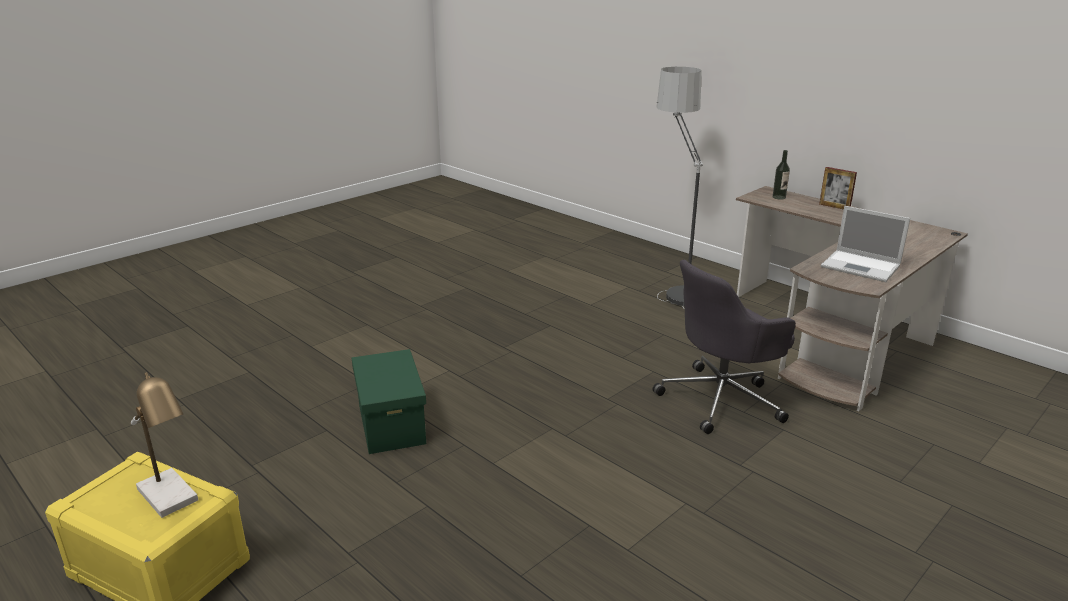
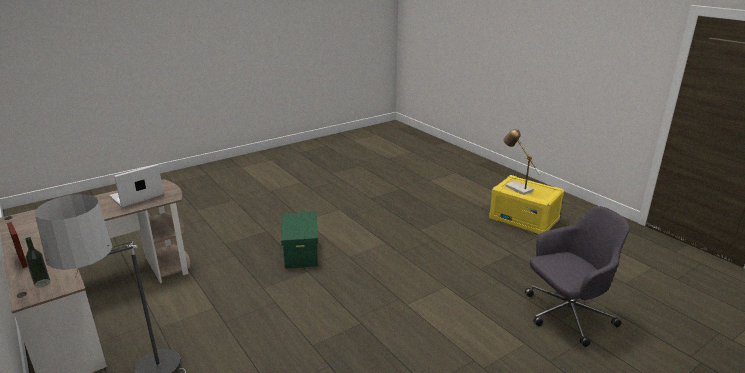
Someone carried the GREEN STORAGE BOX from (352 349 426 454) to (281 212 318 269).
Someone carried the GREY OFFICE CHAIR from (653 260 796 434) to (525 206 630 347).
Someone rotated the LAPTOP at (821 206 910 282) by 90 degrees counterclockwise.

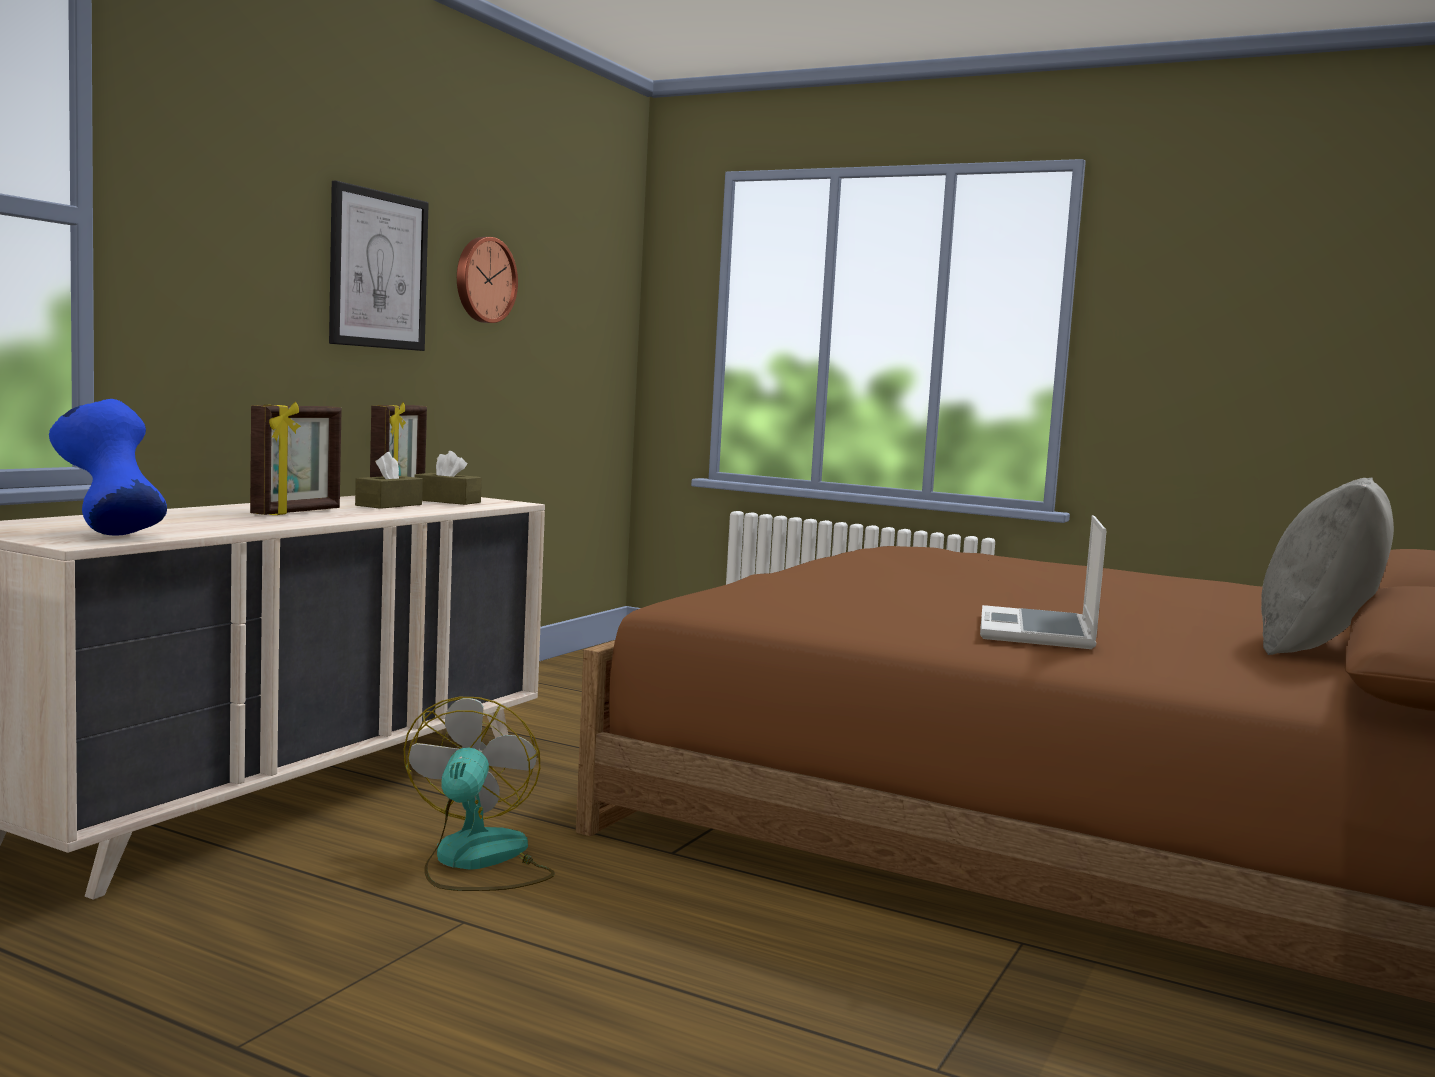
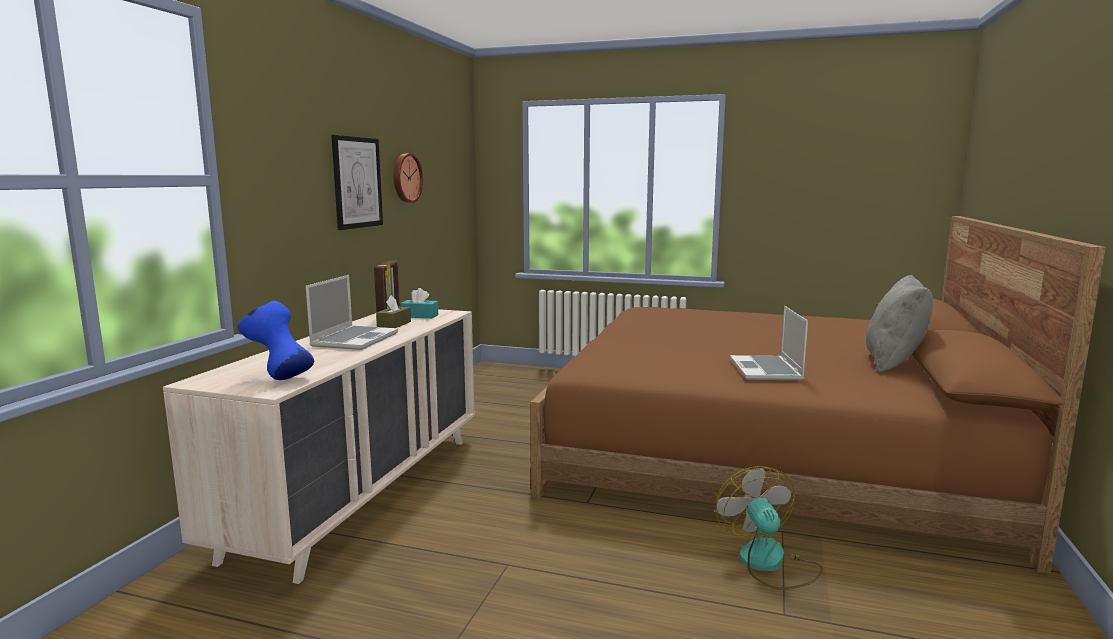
Someone swapped the PICTURE FRAME at (250 402 342 515) for the LAPTOP at (306 275 398 350).
Someone carried the FAN from (403 697 555 891) to (715 466 823 590).
Someone repainted the BROWN TISSUE BOX at (415 451 482 505), which became the TURQUOISE TISSUE BOX at (400 288 438 318).

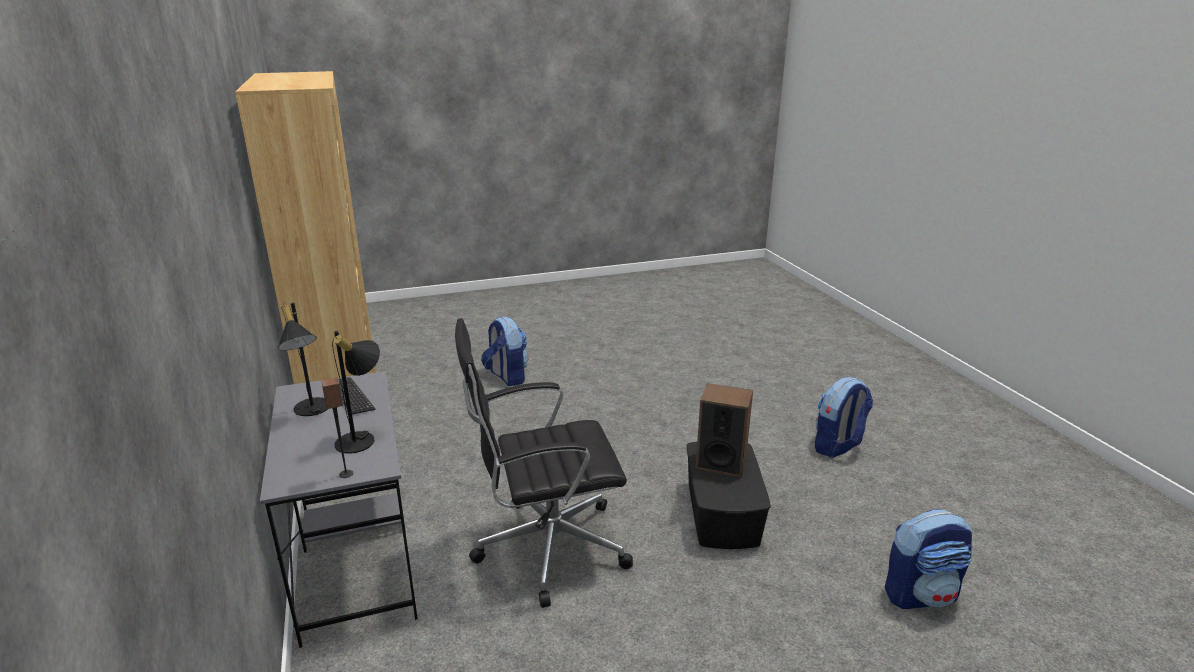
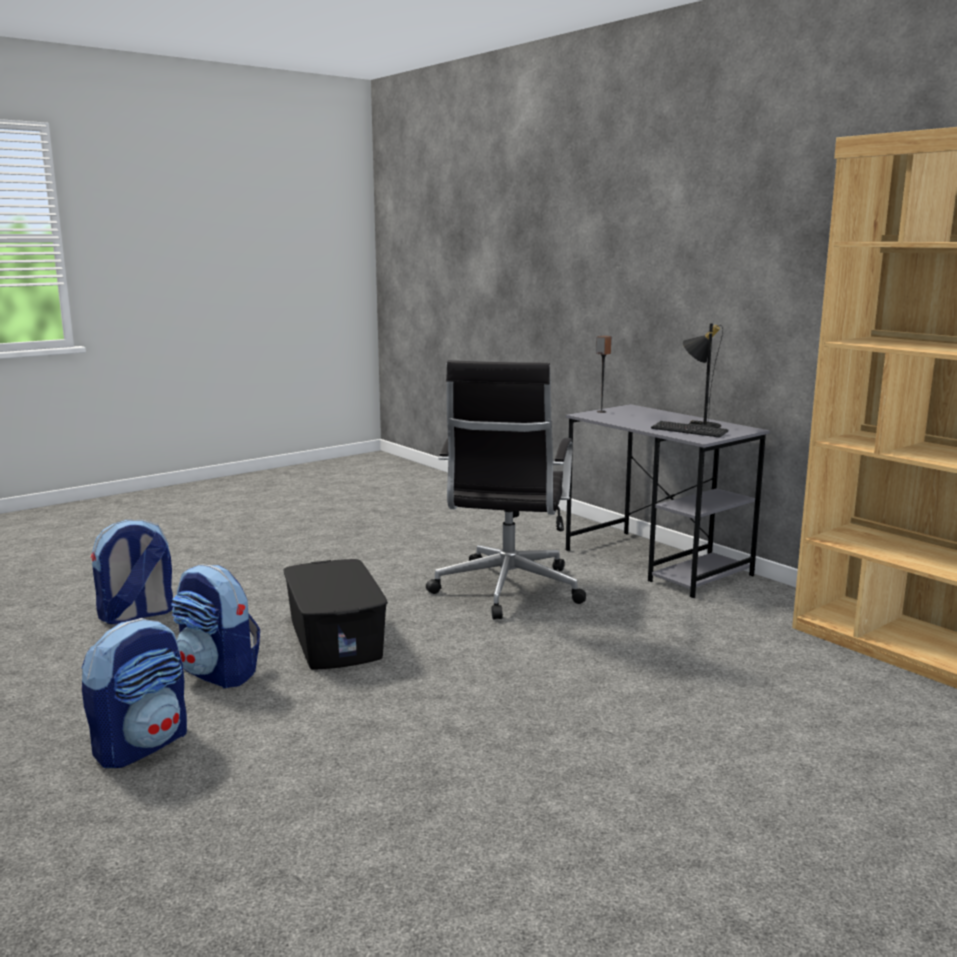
Someone took away the BLACK TABLE LAMP at (332 331 380 454).
Someone rotated the BLACK OFFICE CHAIR at (455 318 633 608) by 135 degrees clockwise.
Someone carried the BACKPACK from (481 317 528 386) to (171 564 260 688).
Someone took away the SPEAKER at (696 383 753 478).

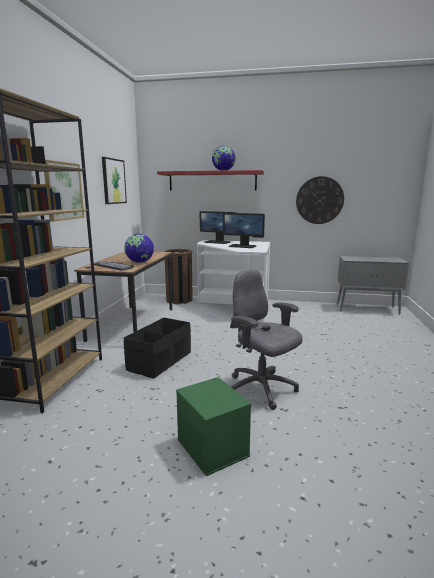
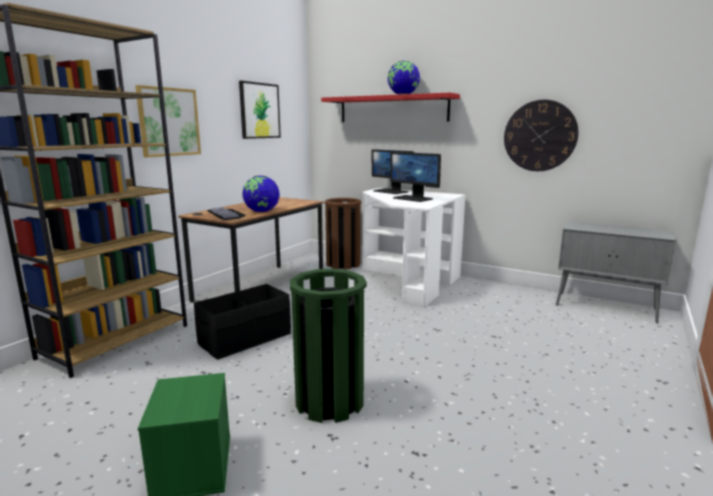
Someone swapped the GREY OFFICE CHAIR at (230 270 303 410) for the GREEN TRASH CAN at (290 268 367 423).

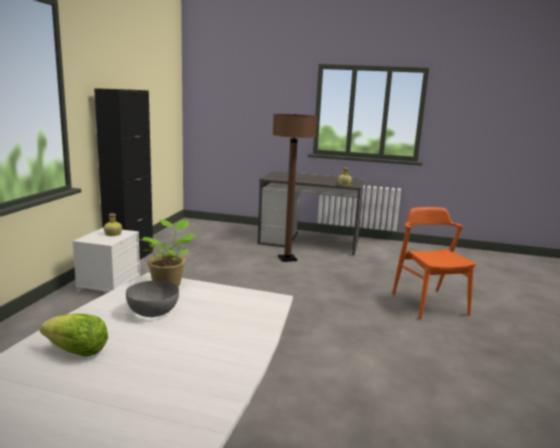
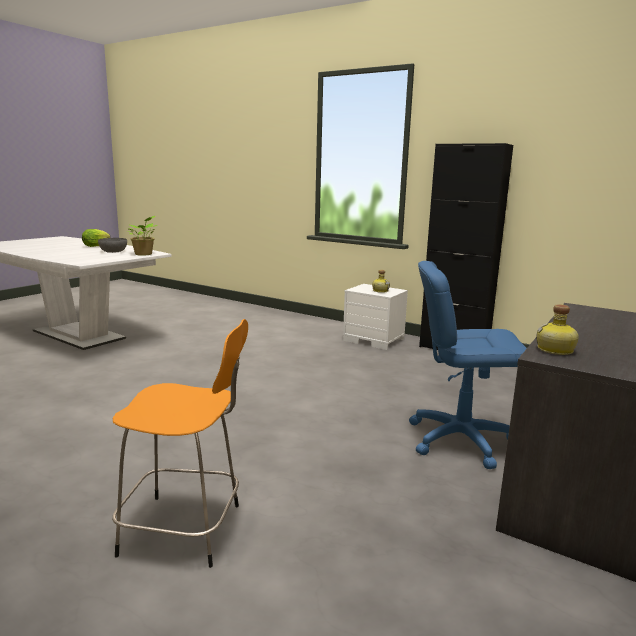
Someone swapped the BROWN FLOOR LAMP at (273 114 317 262) for the BLUE OFFICE CHAIR at (409 261 527 469).
Someone swapped the ORANGE CHAIR at (392 207 476 319) for the ORANGE STOOL at (112 319 248 568).

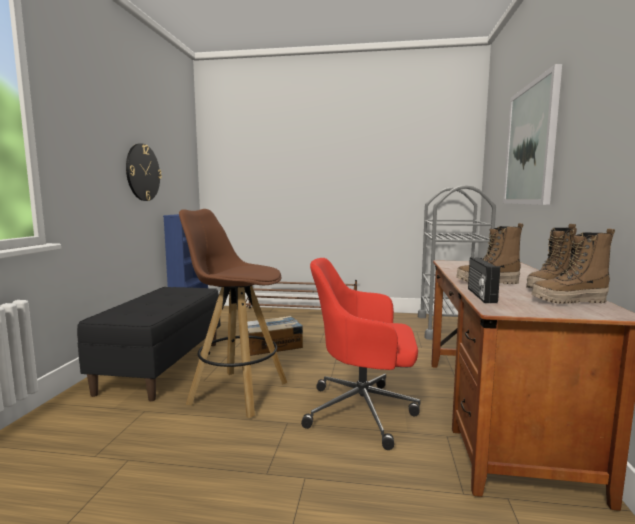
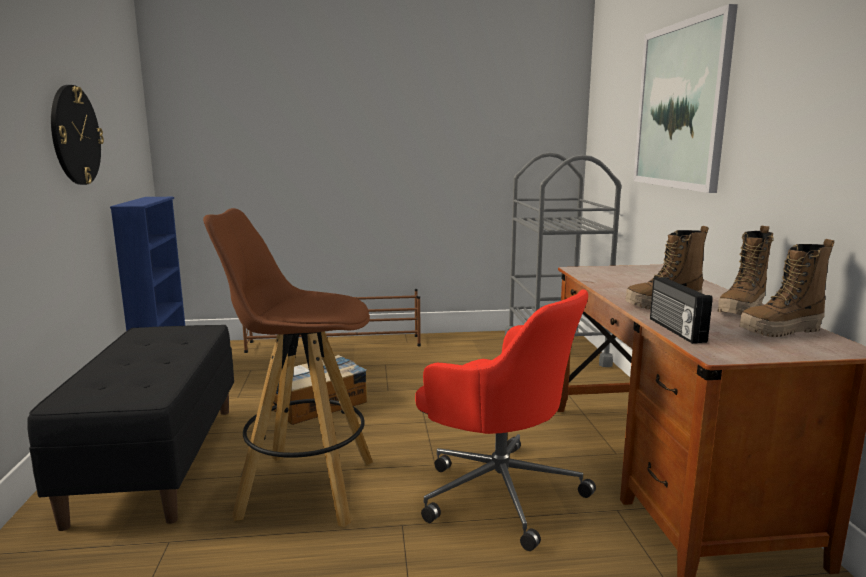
Someone rotated the RED OFFICE CHAIR at (301 258 420 450) by 135 degrees counterclockwise.

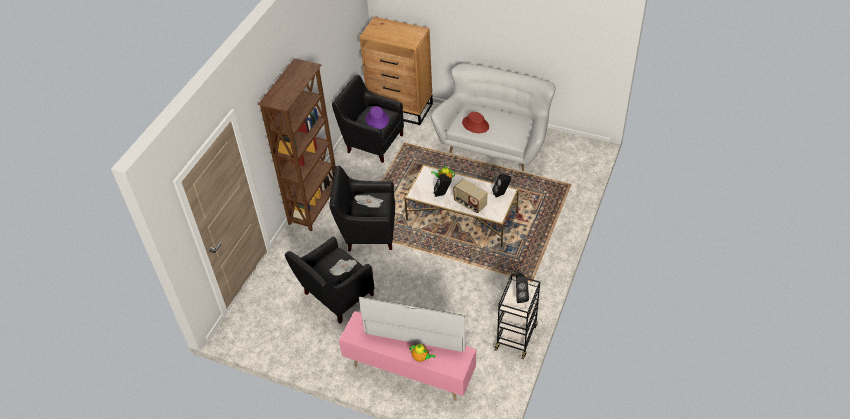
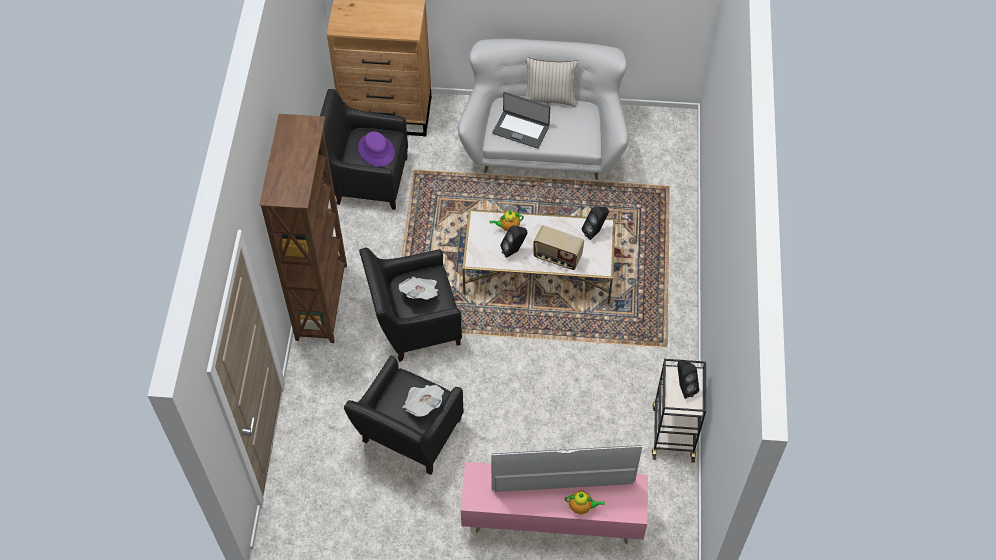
Someone swapped the RED HAT at (462 112 489 133) for the LAPTOP at (492 92 550 148).
Someone put down the BEIGE PILLOW at (524 57 580 107).

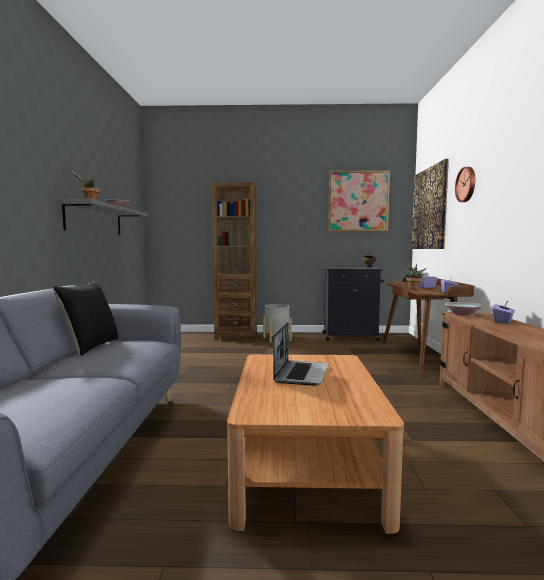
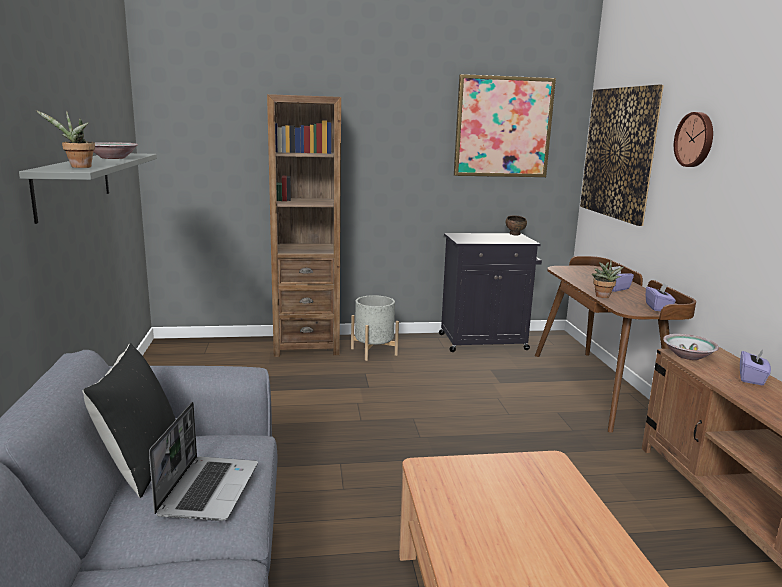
Someone carried the LAPTOP from (273 322 329 386) to (149 402 258 521).

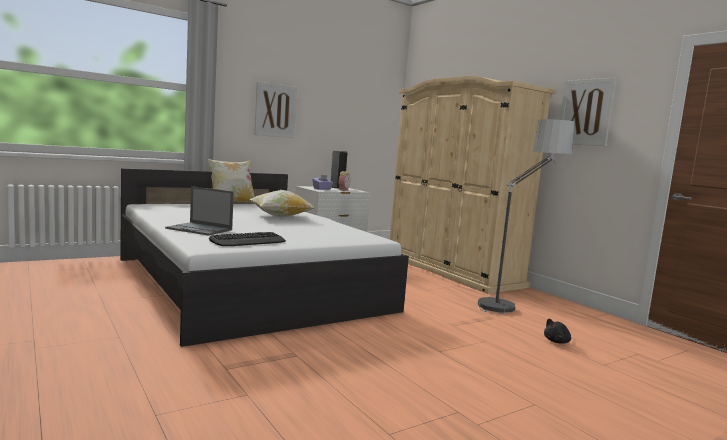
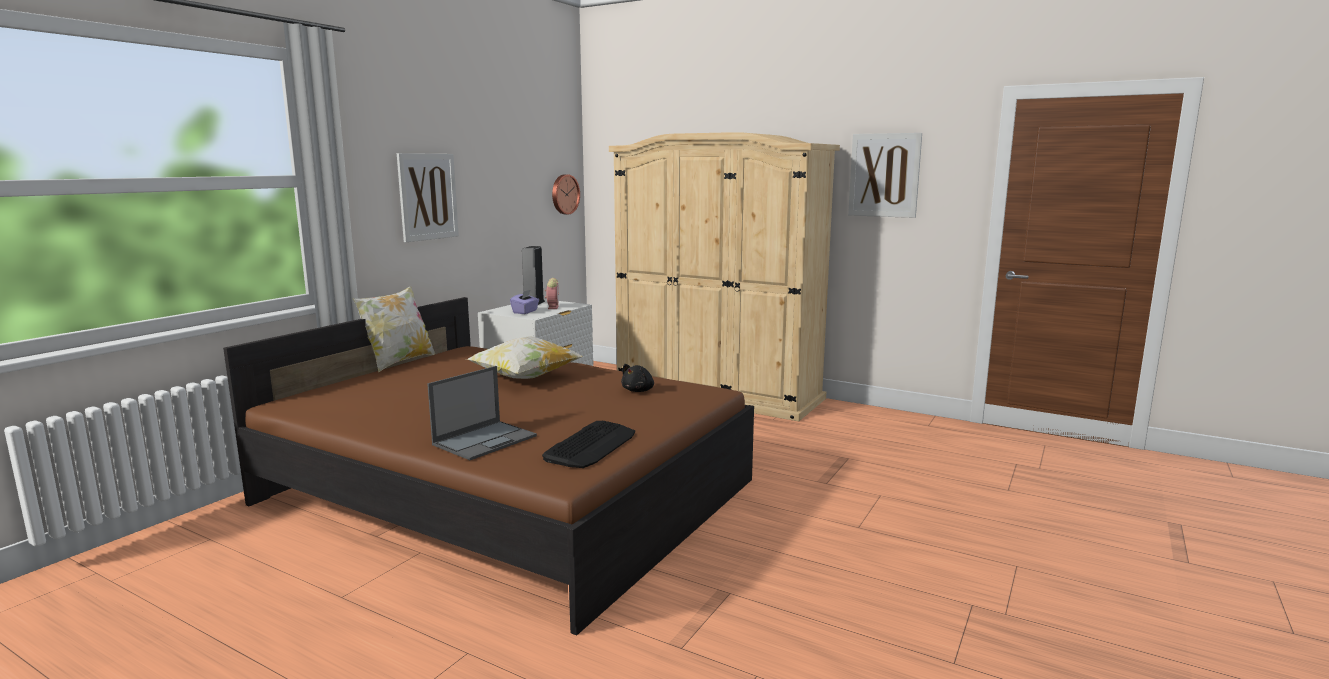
Someone repainted the WHITE BED at (120 168 409 347), which became the BROWN BED at (223 297 754 636).
Someone rotated the LAPTOP at (165 186 234 236) by 45 degrees counterclockwise.
Someone took away the FLOOR LAMP at (478 119 574 314).
Someone carried the BLACK PLUSH TOY from (544 319 571 344) to (621 364 654 392).
Someone put up the WALL CLOCK at (552 174 580 215).

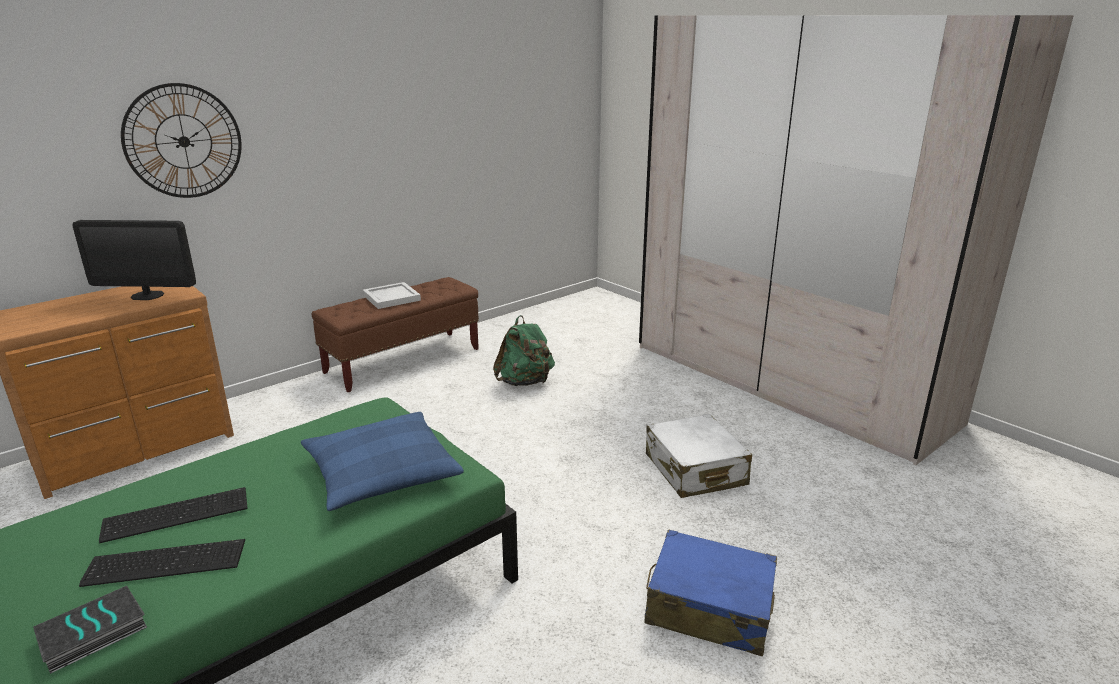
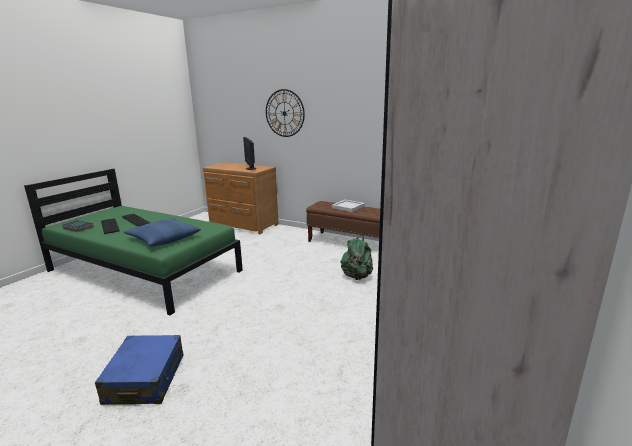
Someone took away the WHITE SUITCASE at (646 414 752 498).

